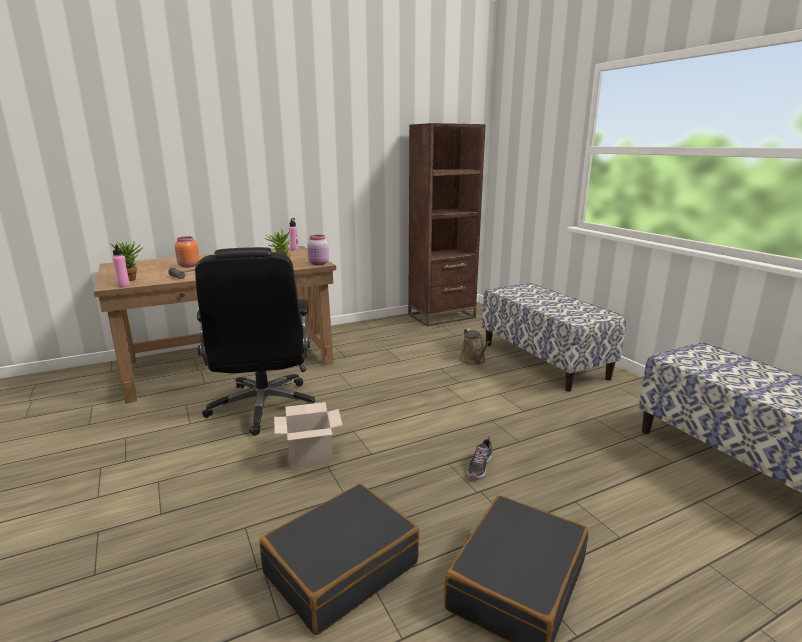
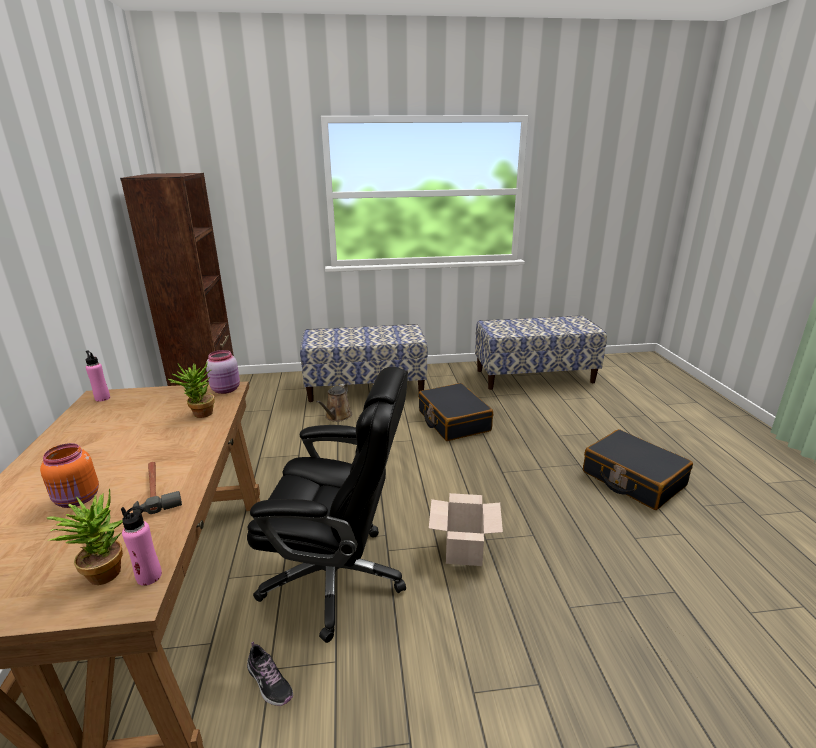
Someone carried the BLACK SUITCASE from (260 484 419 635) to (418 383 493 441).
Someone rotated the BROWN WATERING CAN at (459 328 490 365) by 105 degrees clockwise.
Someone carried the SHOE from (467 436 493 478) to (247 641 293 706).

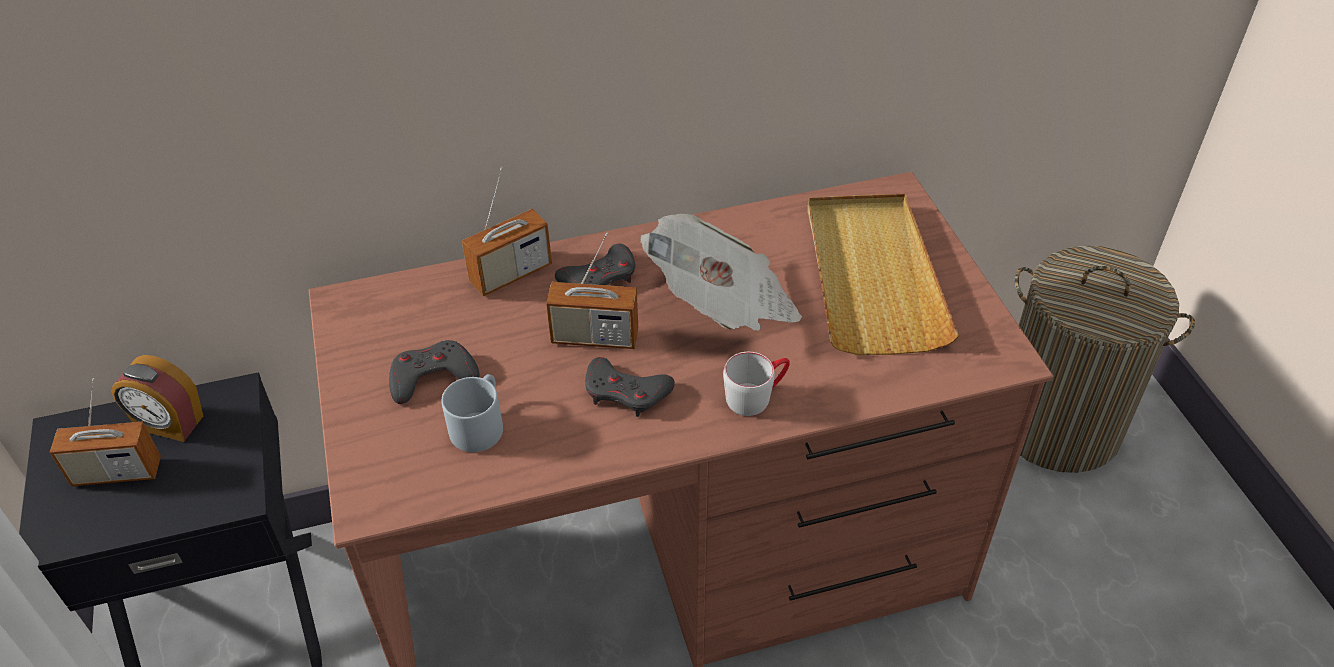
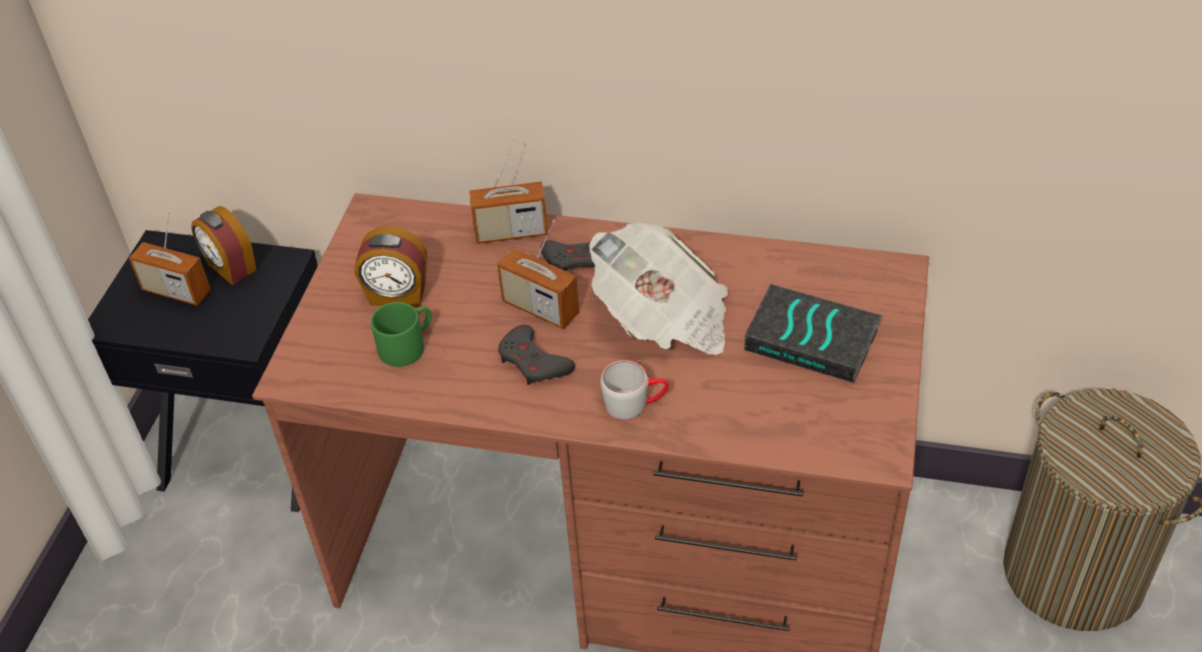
Someone swapped the GREY GAME CONTROLLER at (389 340 480 404) for the ALARM CLOCK at (355 226 427 307).
Someone repainted the GREY MUG at (442 374 503 452), which became the GREEN MUG at (371 302 432 367).
Someone swapped the BEIGE TRAY at (808 194 959 355) for the BOOK at (744 284 882 383).

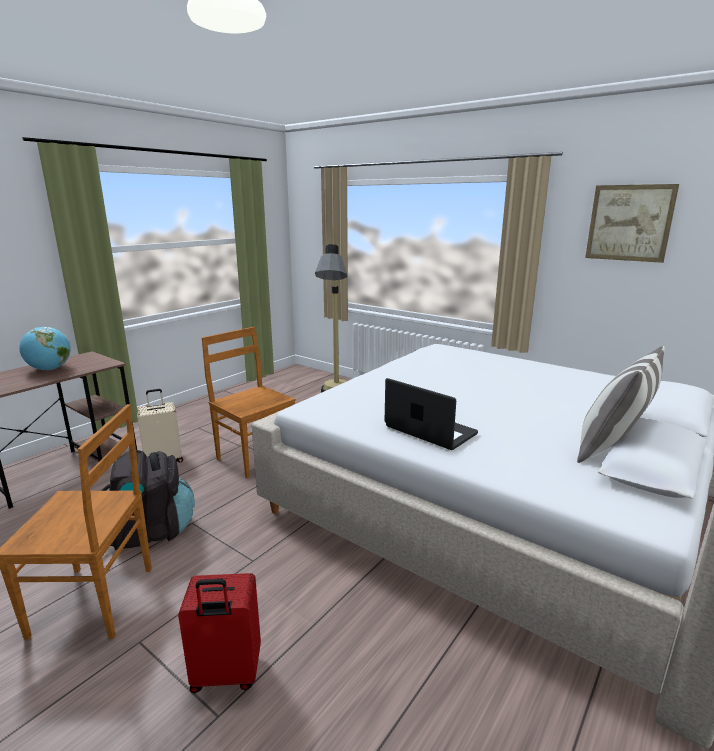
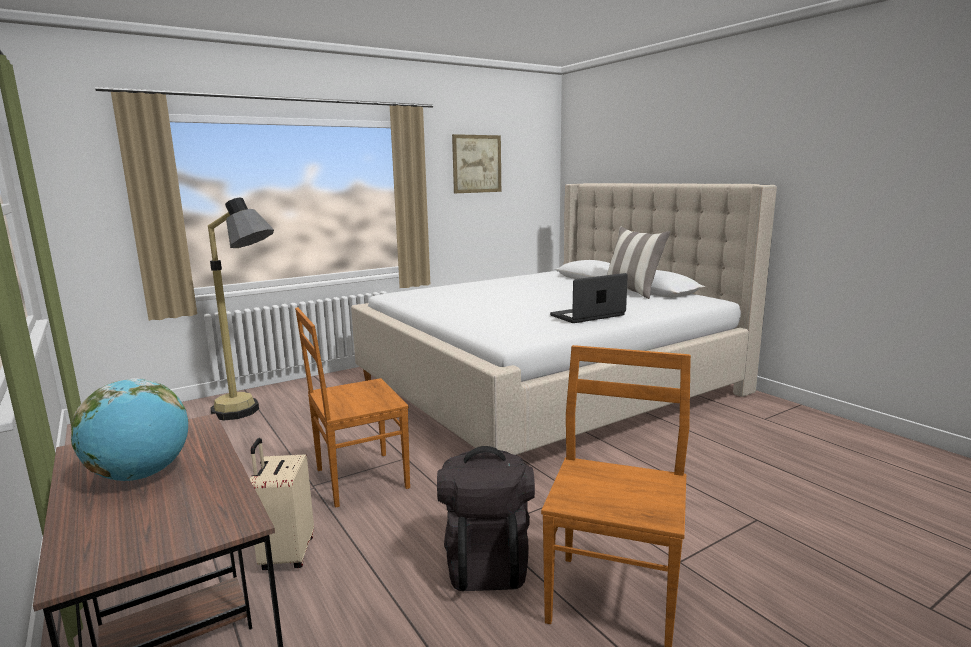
Someone took away the RED SUITCASE at (178 573 261 693).

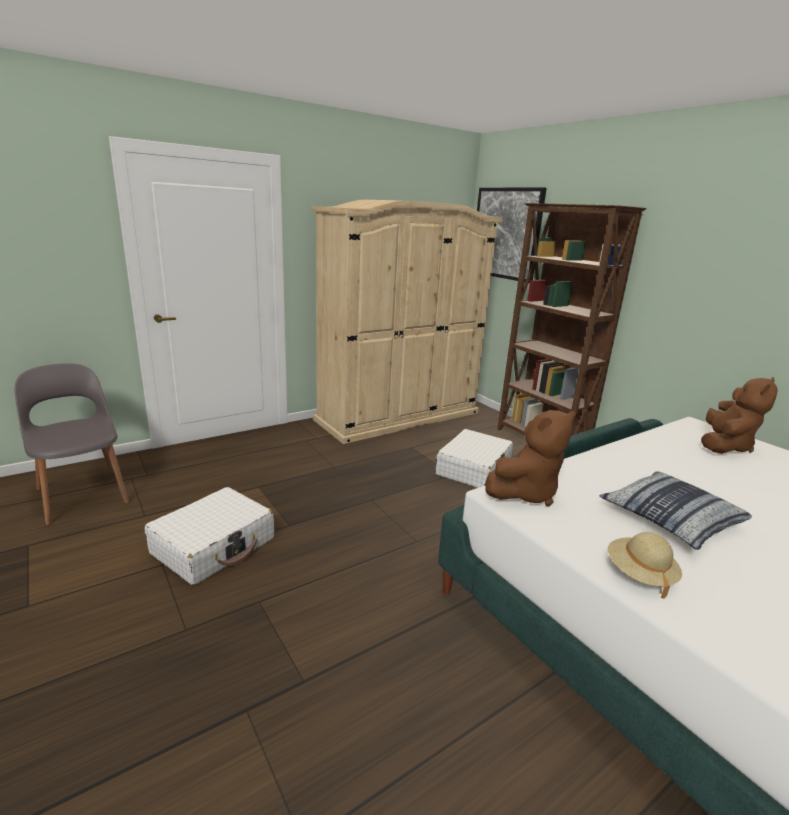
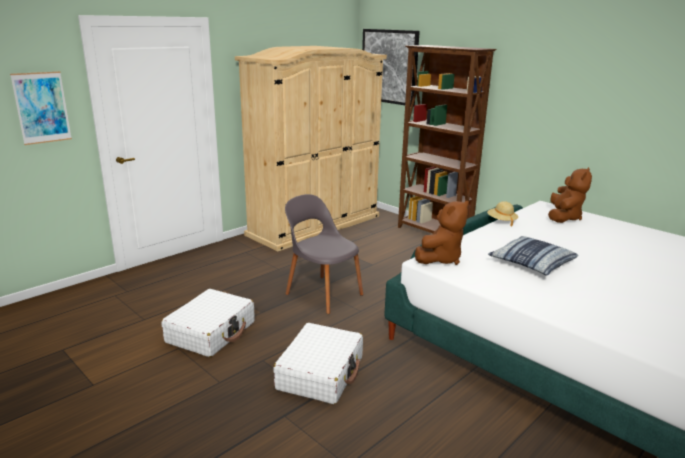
Someone carried the GREY CHAIR from (15 363 129 525) to (285 194 363 314).
Someone carried the WHITE SUITCASE from (436 429 513 488) to (274 323 363 404).
Someone carried the BEIGE HAT from (608 532 682 599) to (487 201 518 227).
Someone put up the PICTURE at (10 71 72 145).

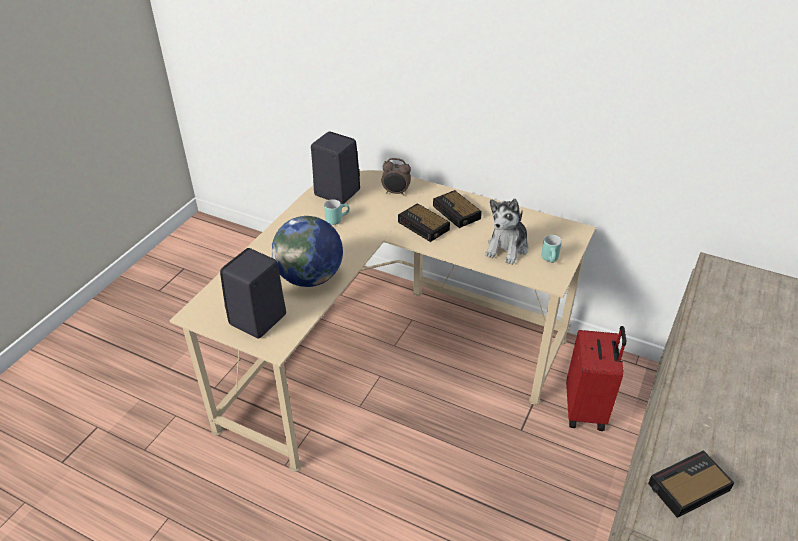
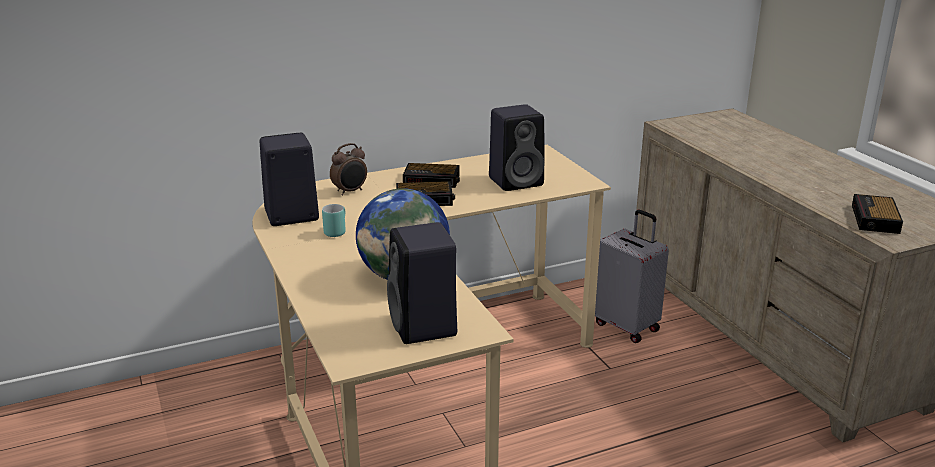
Someone swapped the PLUSH TOY at (485 199 528 265) for the BLACK SPEAKER at (489 104 544 191).
Someone took away the TURQUOISE MUG at (541 235 562 263).
Someone repainted the RED SUITCASE at (566 326 626 431), which became the GREY SUITCASE at (595 210 669 343).

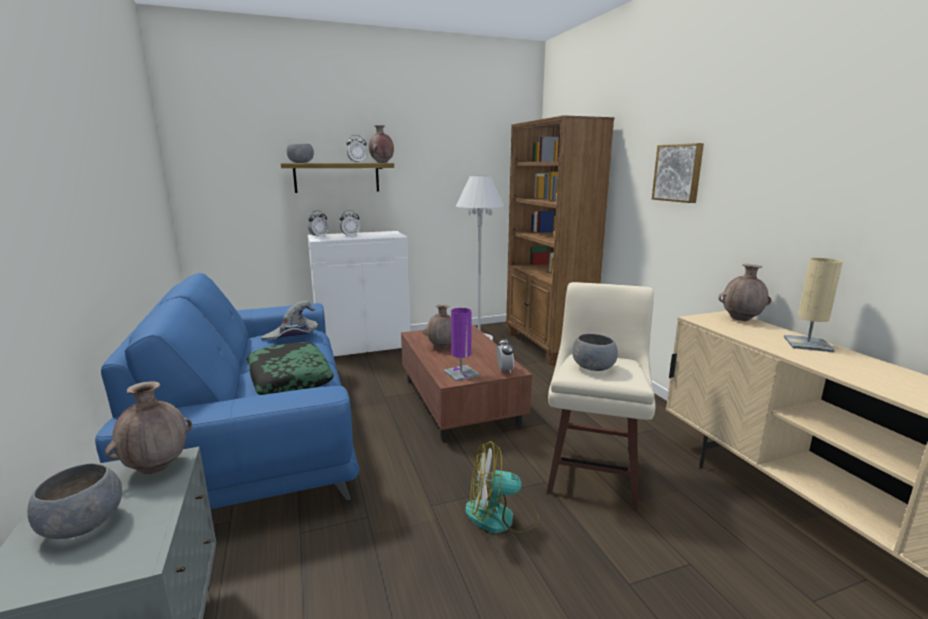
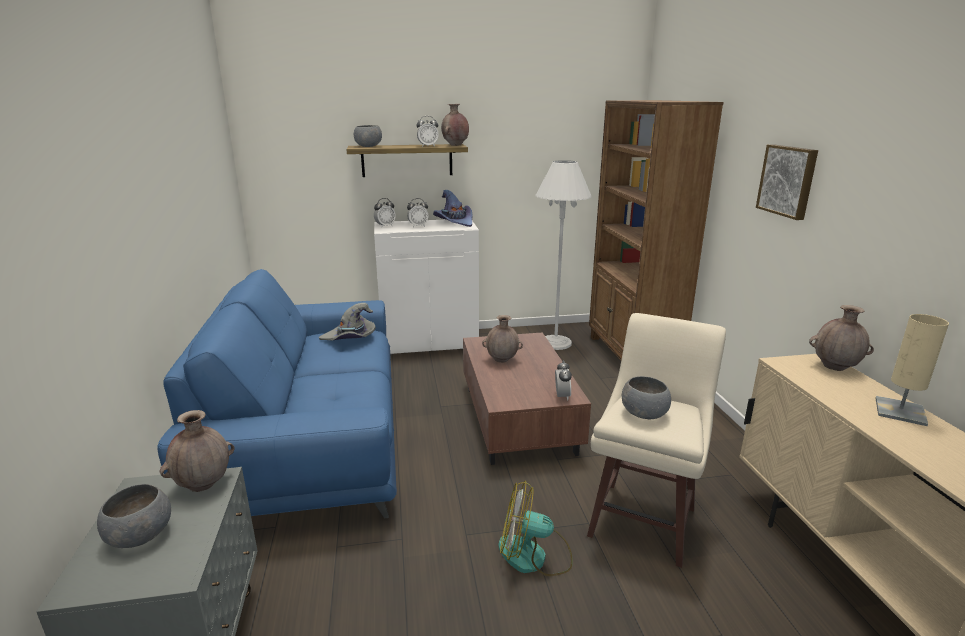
Someone took away the PILLOW at (247 342 334 395).
Someone took away the PURPLE TABLE LAMP at (444 308 479 381).
Someone put down the PURPLE HAT at (433 190 473 227).

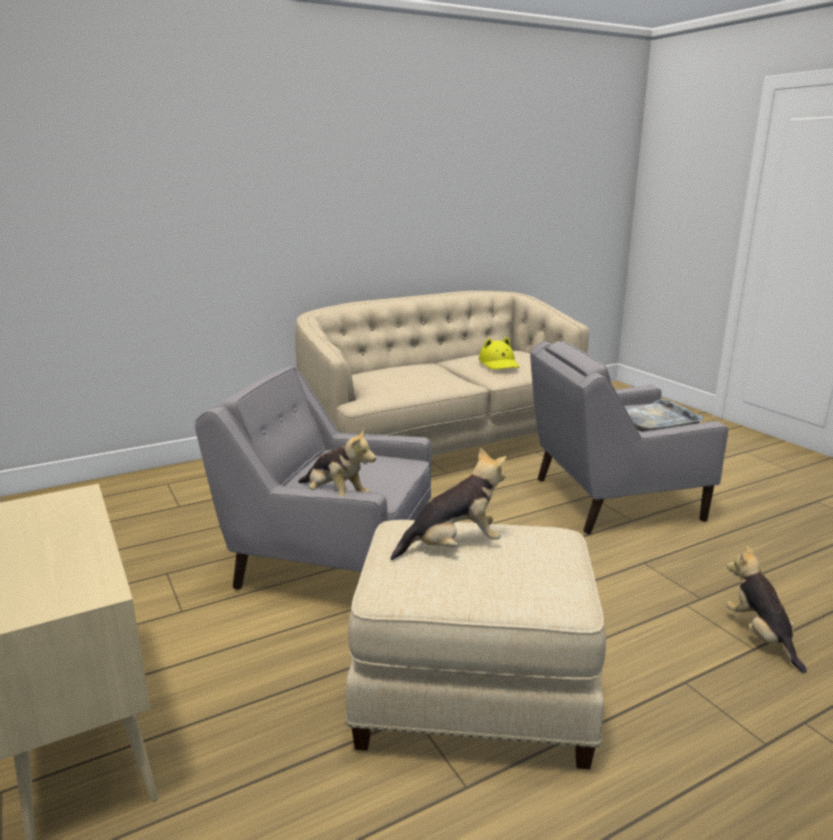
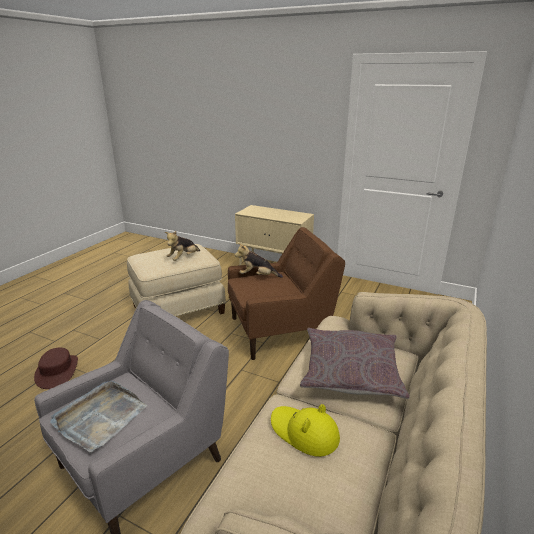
Someone repainted the GREY ARMCHAIR at (195 366 431 590), which became the BROWN ARMCHAIR at (228 227 345 360).
Someone swapped the PLUSH TOY at (727 546 807 673) for the BROWN HAT at (34 348 78 389).
Someone put down the GREY PILLOW at (300 328 409 399).

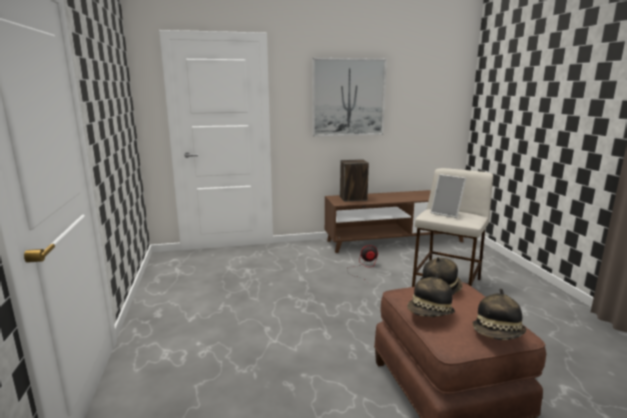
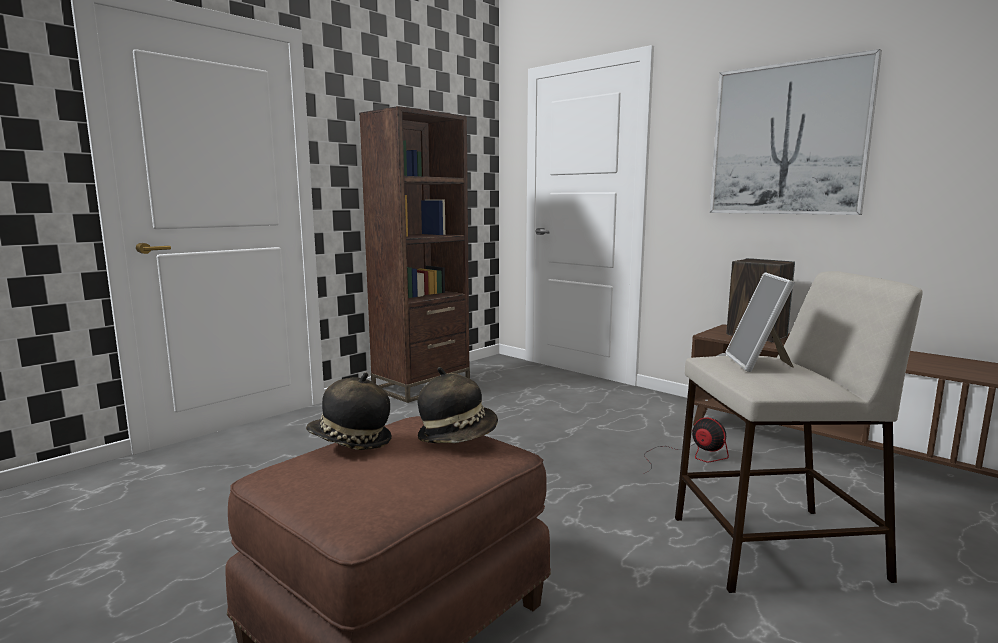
Someone took away the HAT at (472 289 526 340).
Someone put down the BROWN BOOKCASE at (359 106 470 403).

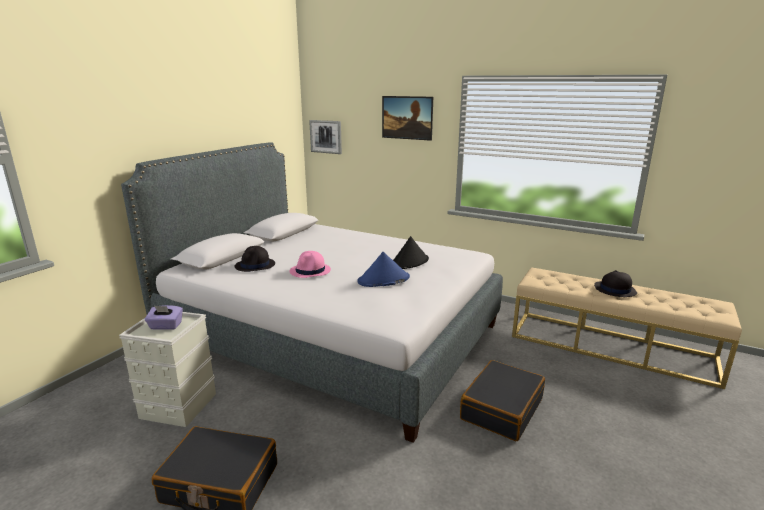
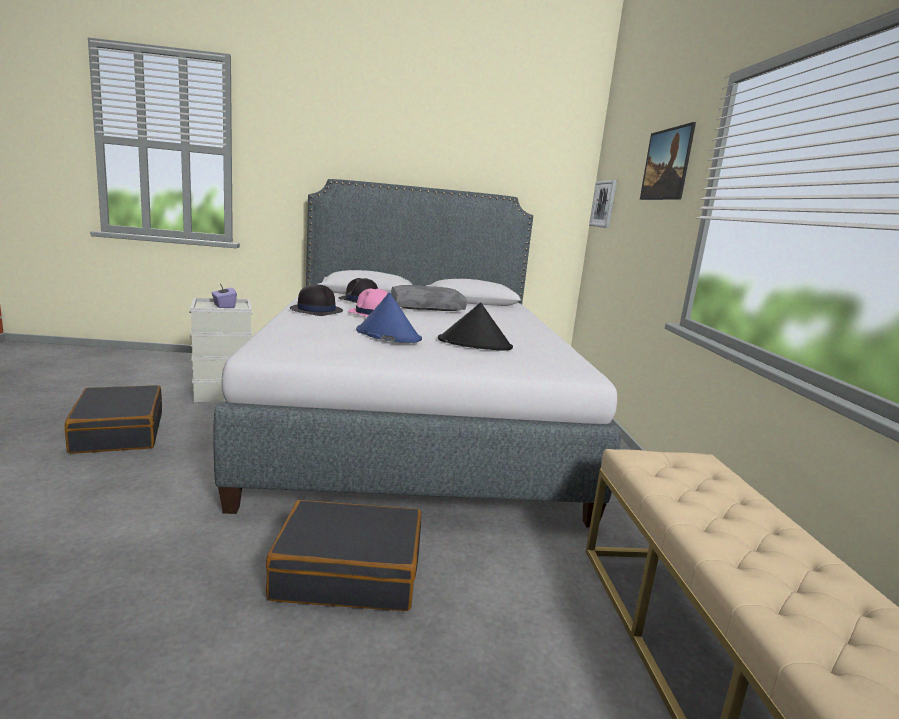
Someone carried the BLACK HAT from (594 270 637 297) to (290 284 343 316).
Someone put down the GREY PILLOW at (391 285 467 311).

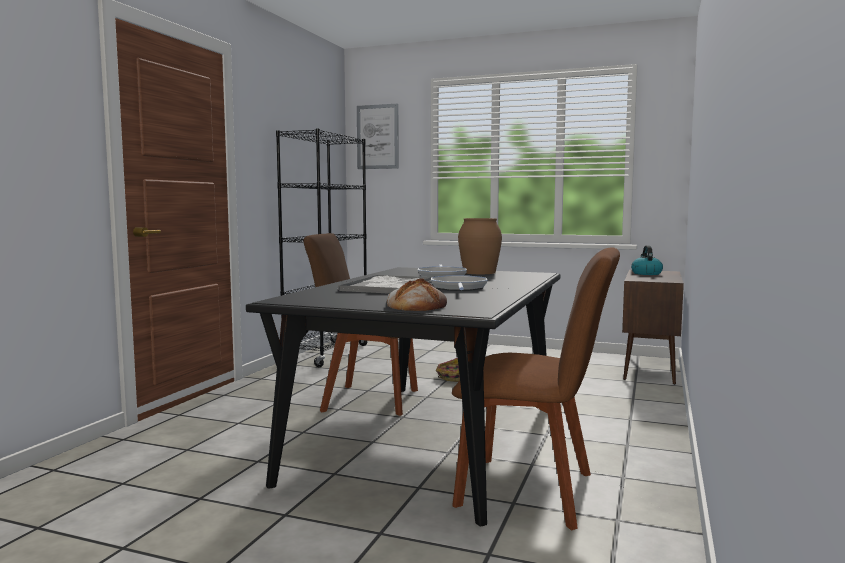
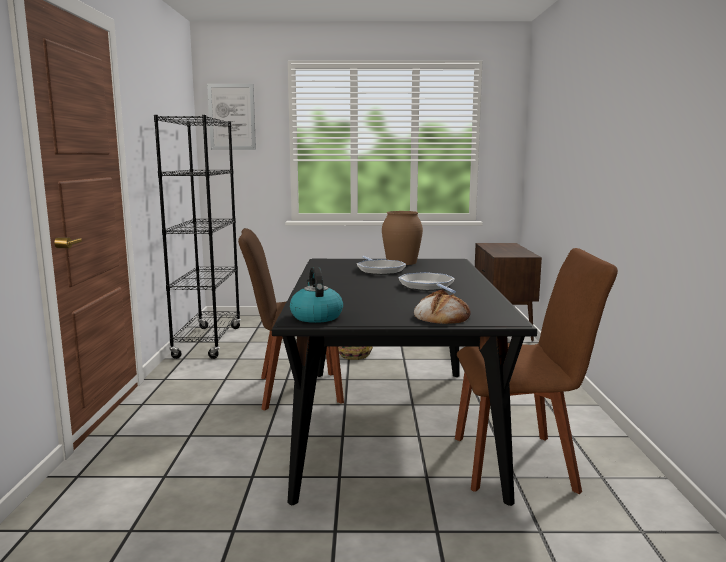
Someone took away the TRAY at (338 275 432 294).
Someone carried the KETTLE from (631 245 663 275) to (290 267 343 323).

